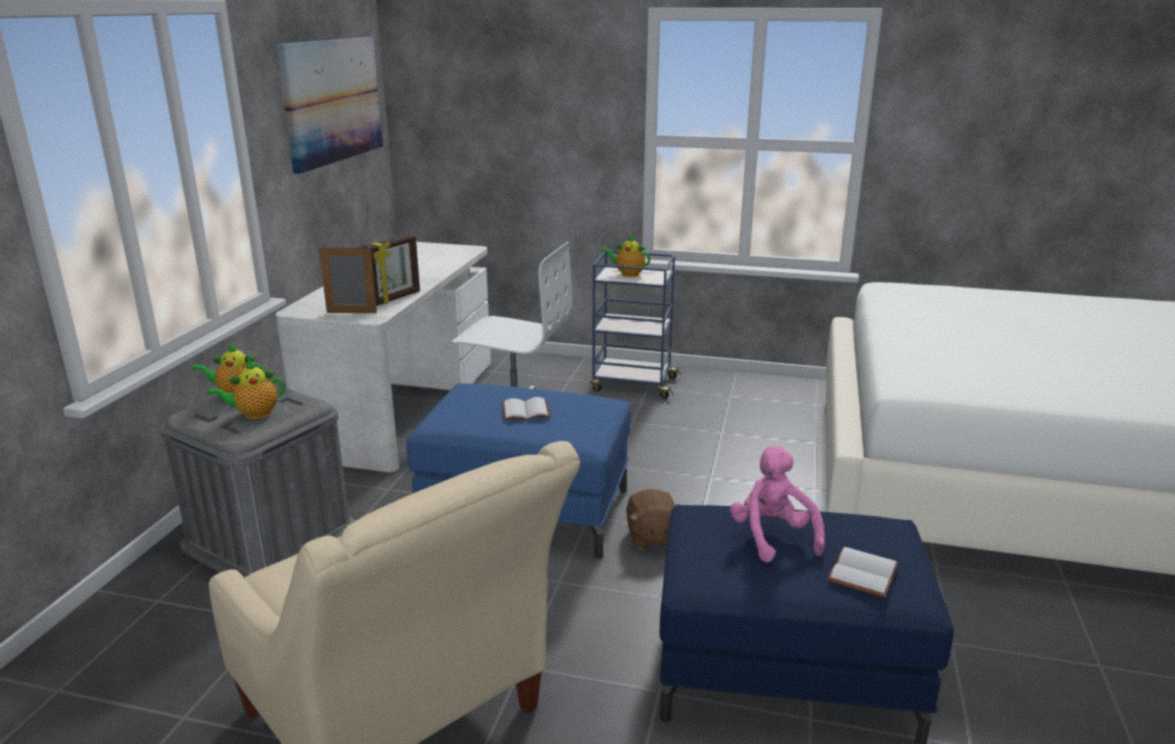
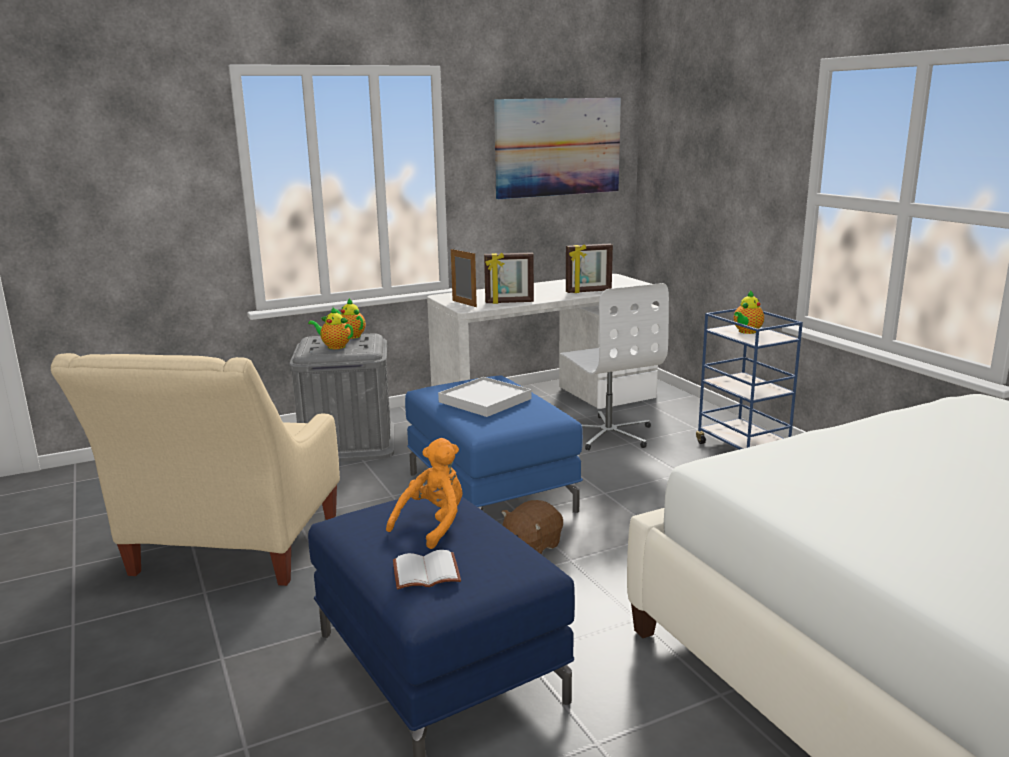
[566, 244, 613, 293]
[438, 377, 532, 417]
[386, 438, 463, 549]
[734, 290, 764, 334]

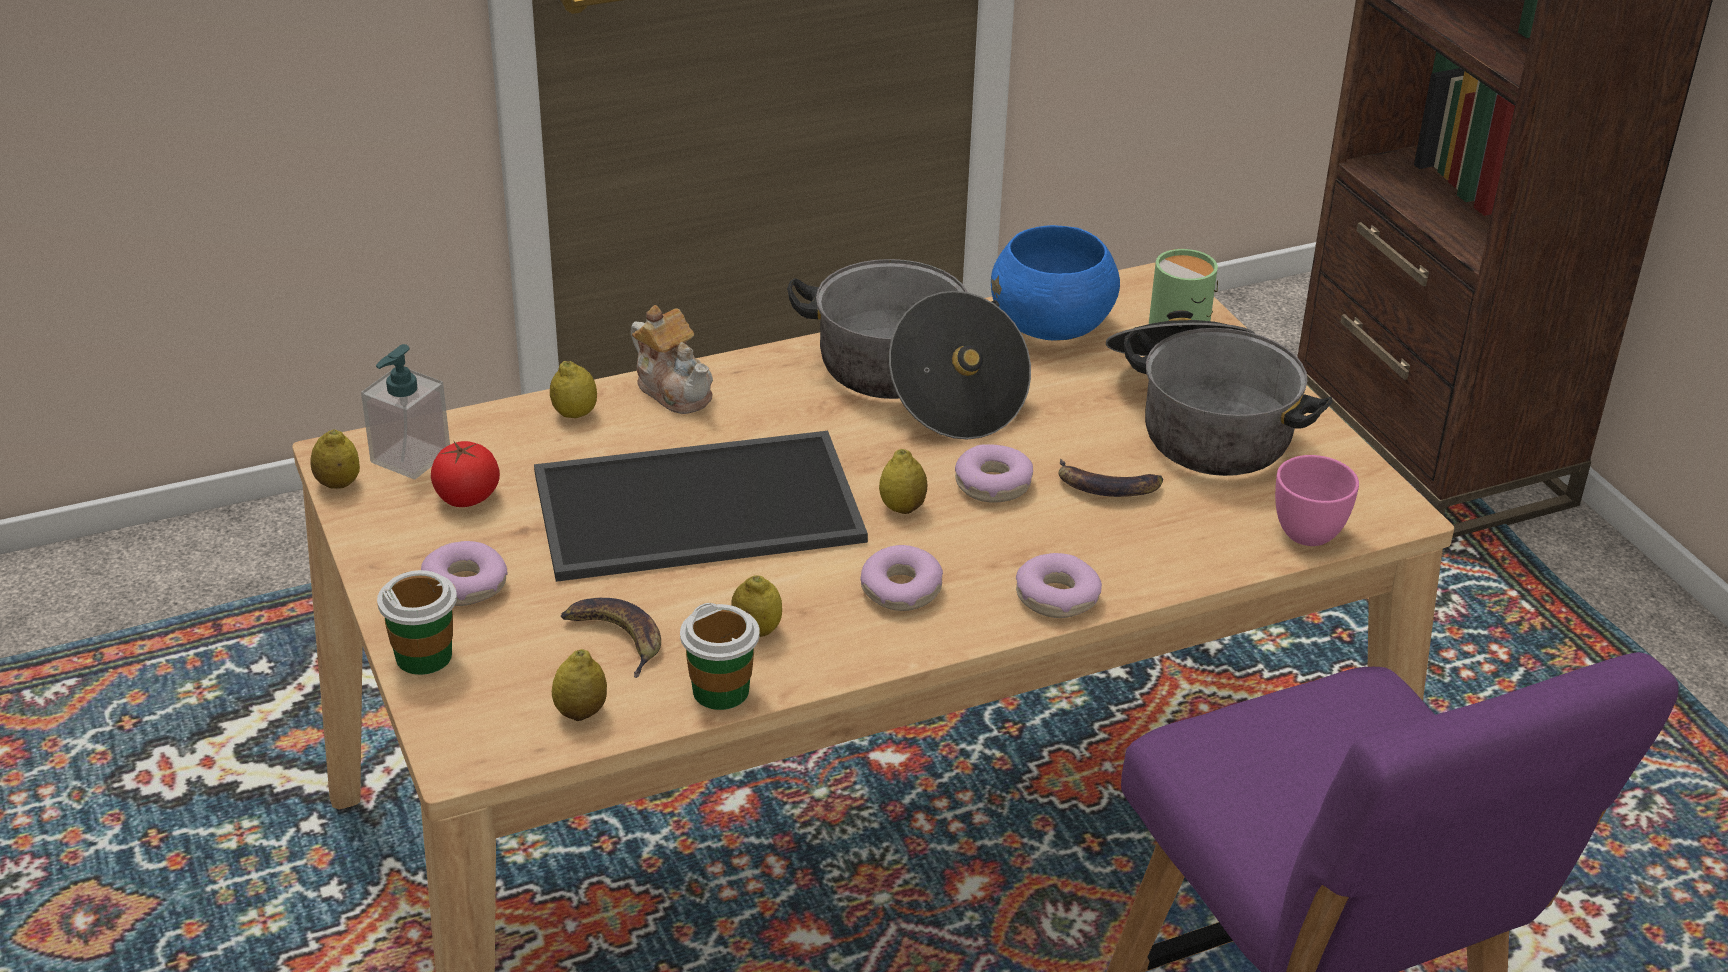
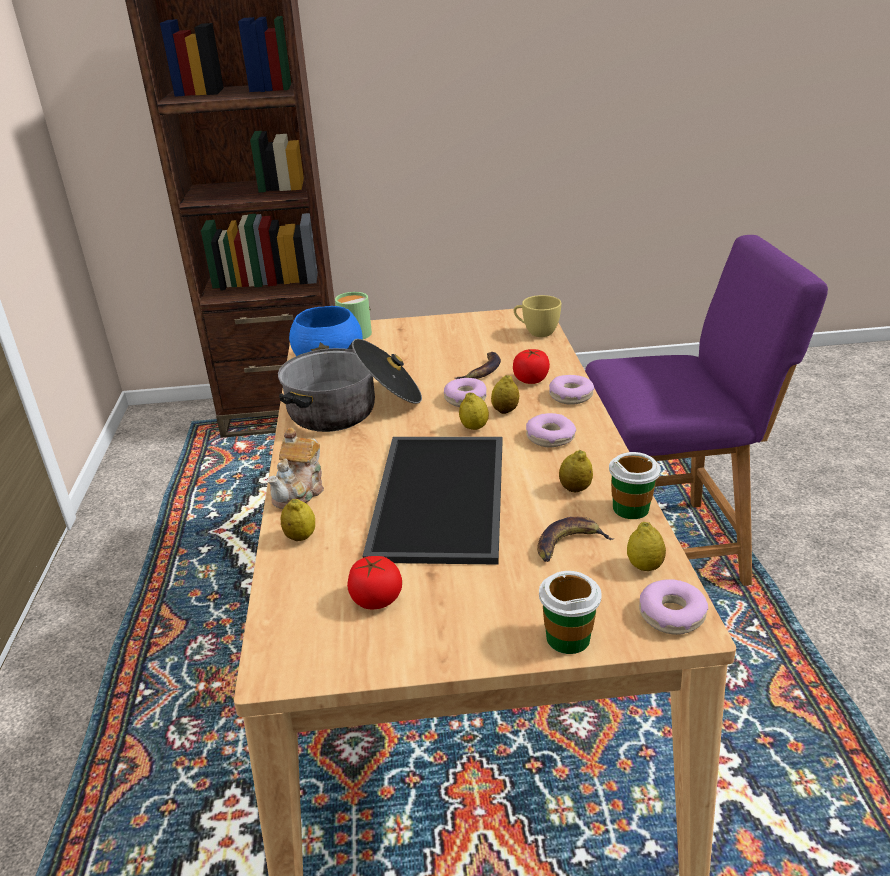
[361, 344, 450, 479] (first image)
[1106, 310, 1333, 476] (first image)
[513, 349, 550, 384]
[491, 375, 519, 414]
[639, 579, 708, 635]
[514, 295, 561, 337]
[267, 427, 324, 509]

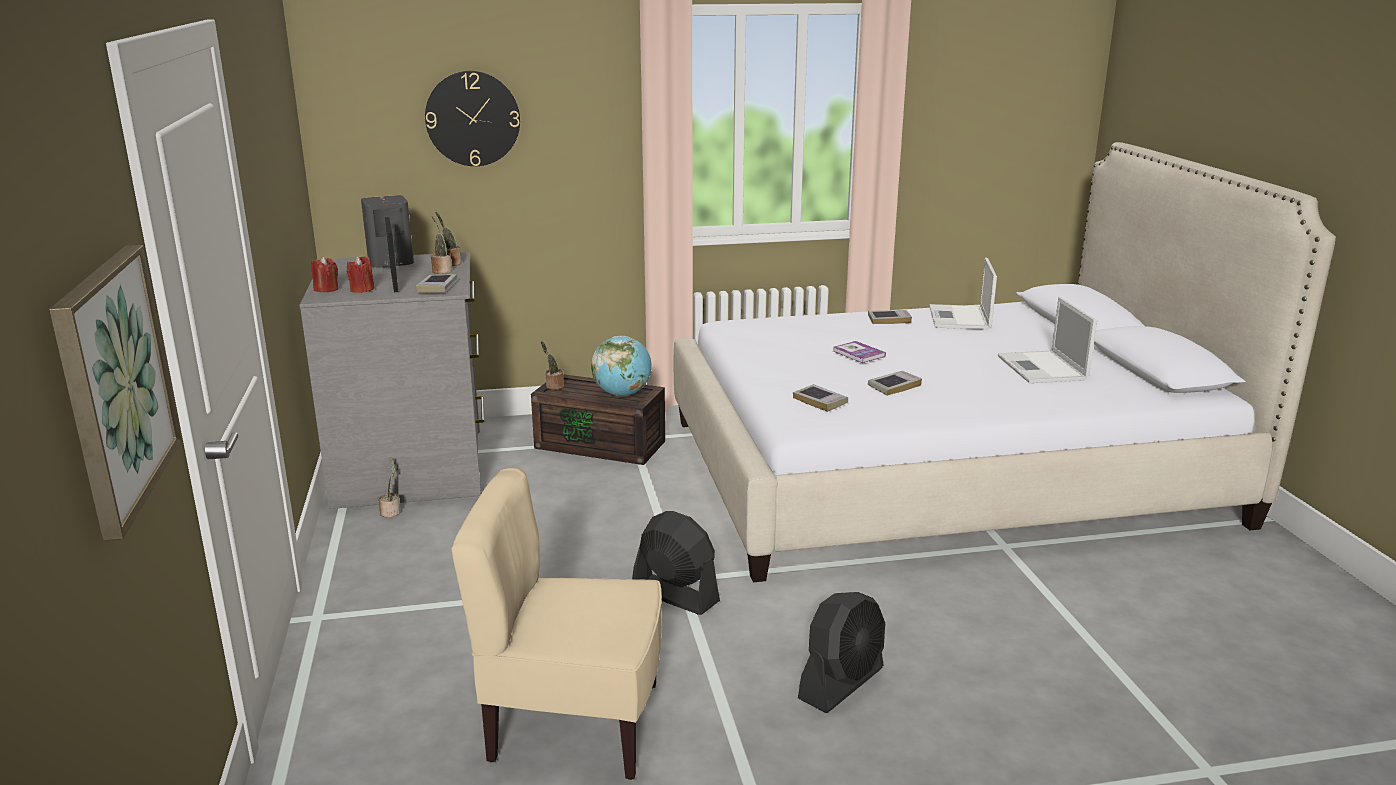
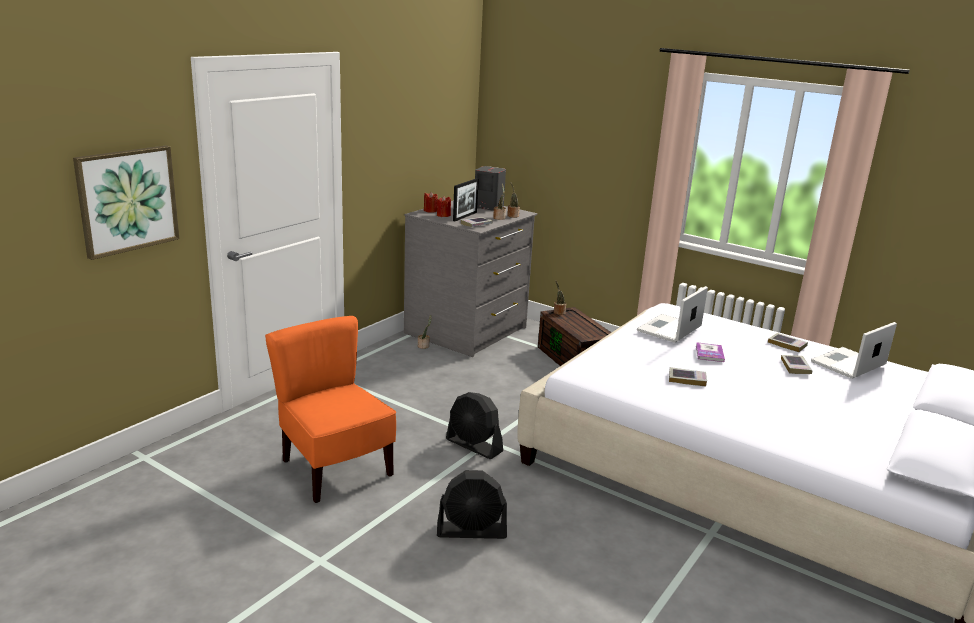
[425, 71, 520, 166] (first image)
[591, 336, 652, 397] (first image)
[781, 355, 812, 374]
[637, 286, 708, 343]
[265, 316, 396, 503]
[446, 392, 503, 459]

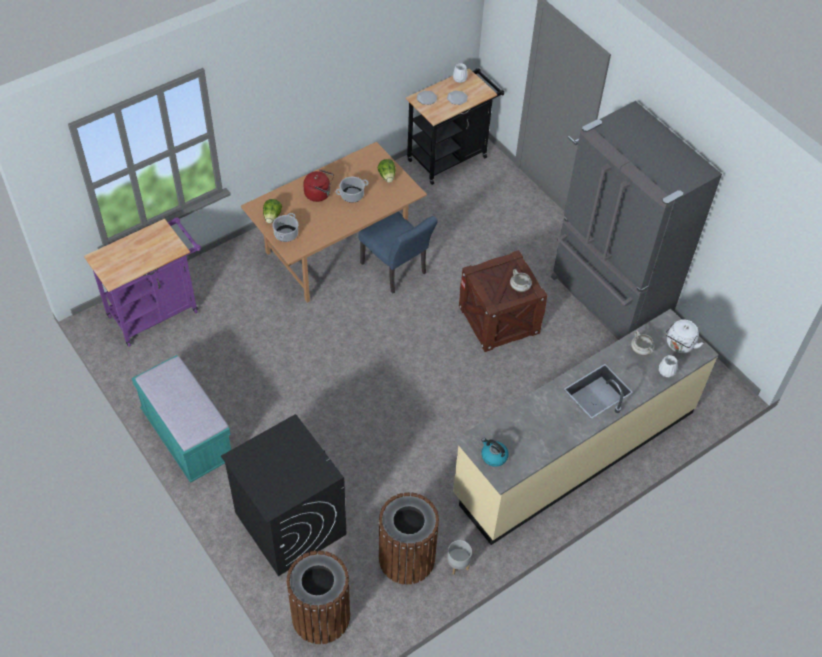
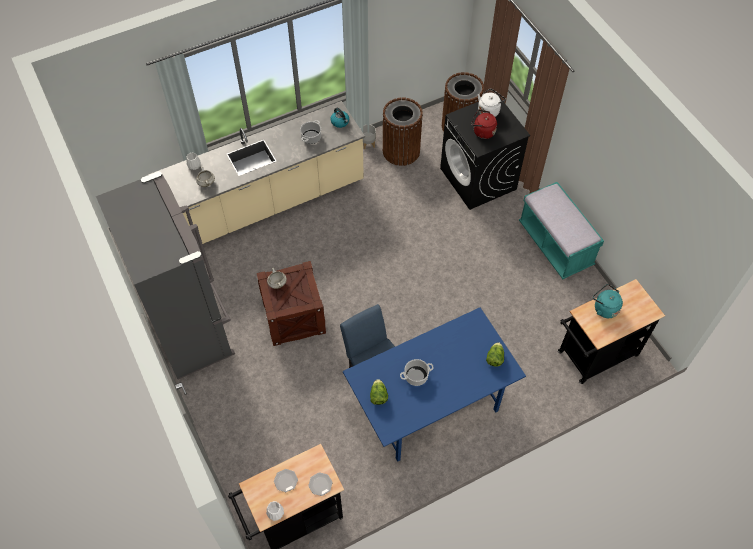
[593, 284, 623, 318]
[300, 120, 321, 144]
[471, 110, 497, 139]
[478, 88, 506, 117]
[557, 279, 665, 384]
[343, 307, 526, 462]

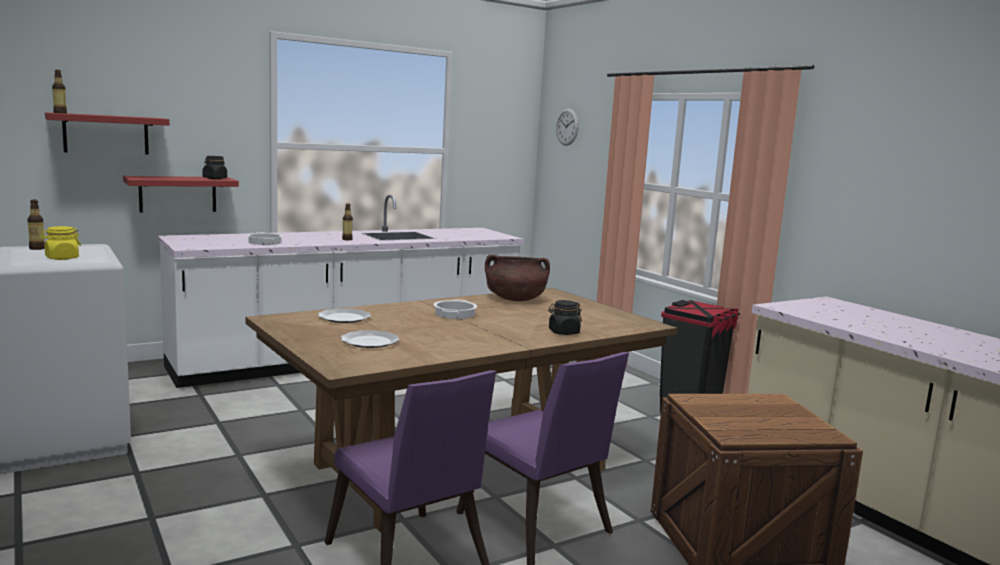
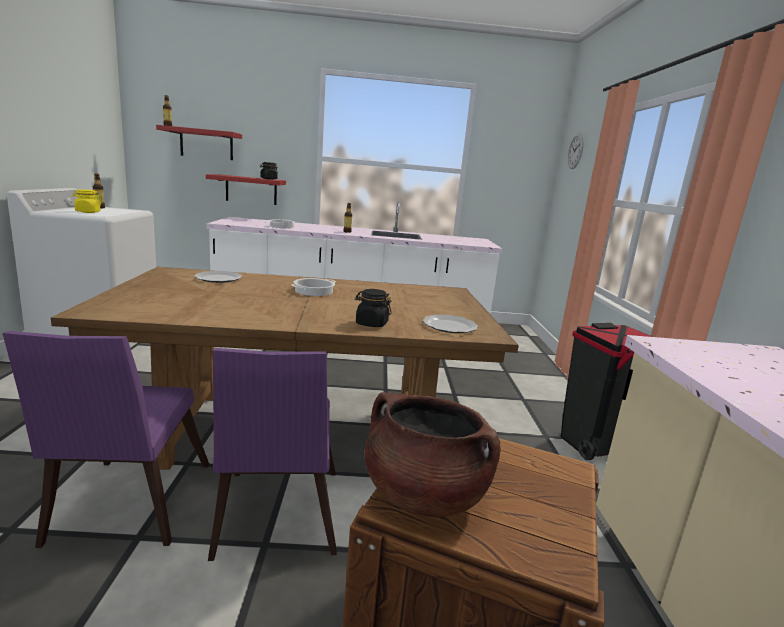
[423, 315, 478, 333]
[365, 392, 501, 517]

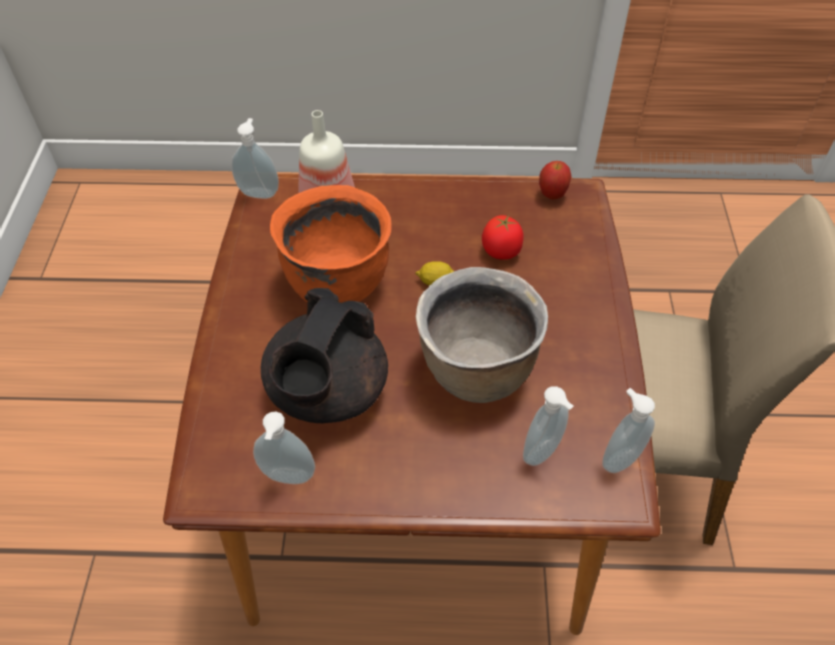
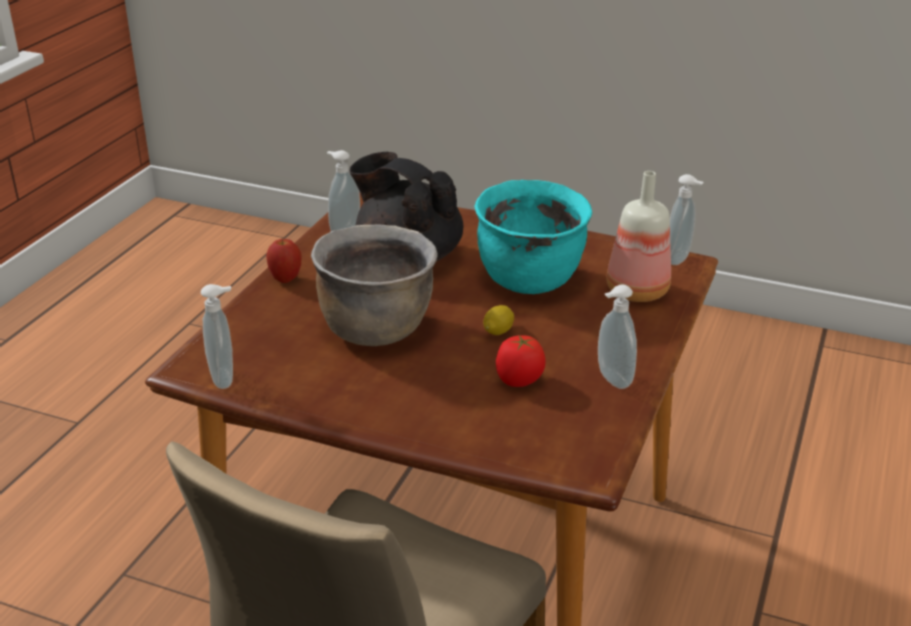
[598, 284, 637, 389]
[266, 239, 302, 283]
[474, 180, 592, 294]

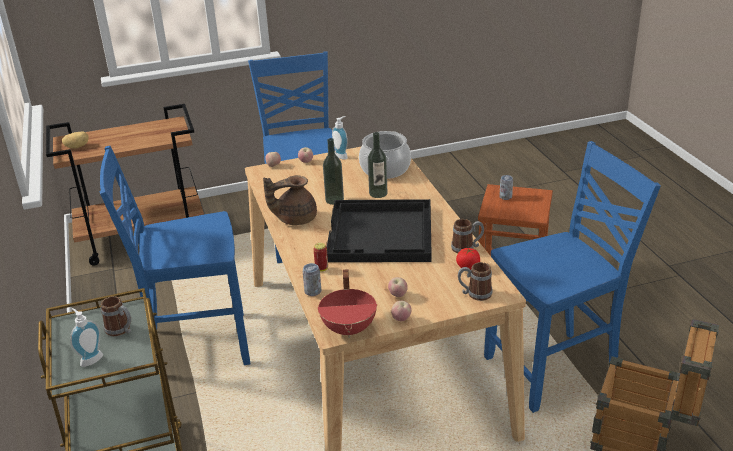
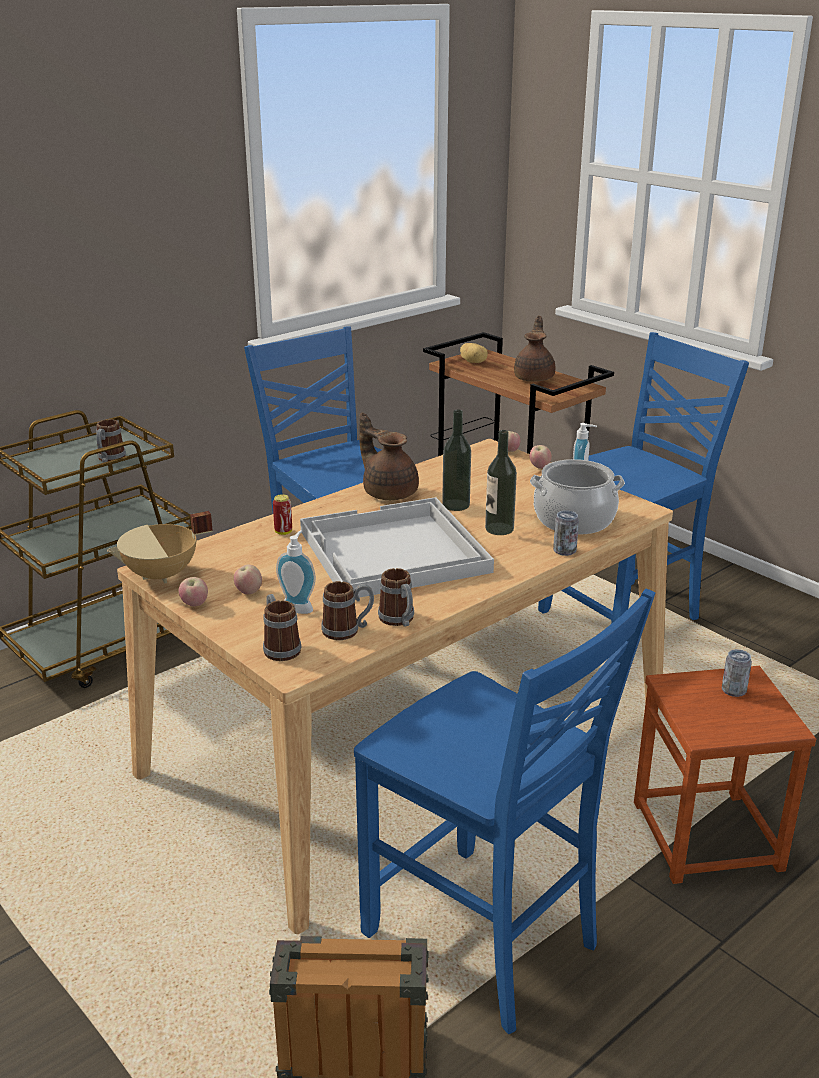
[514, 316, 555, 382]
[276, 530, 316, 614]
[553, 510, 579, 556]
[321, 581, 374, 640]
[107, 511, 213, 583]
[300, 497, 494, 598]

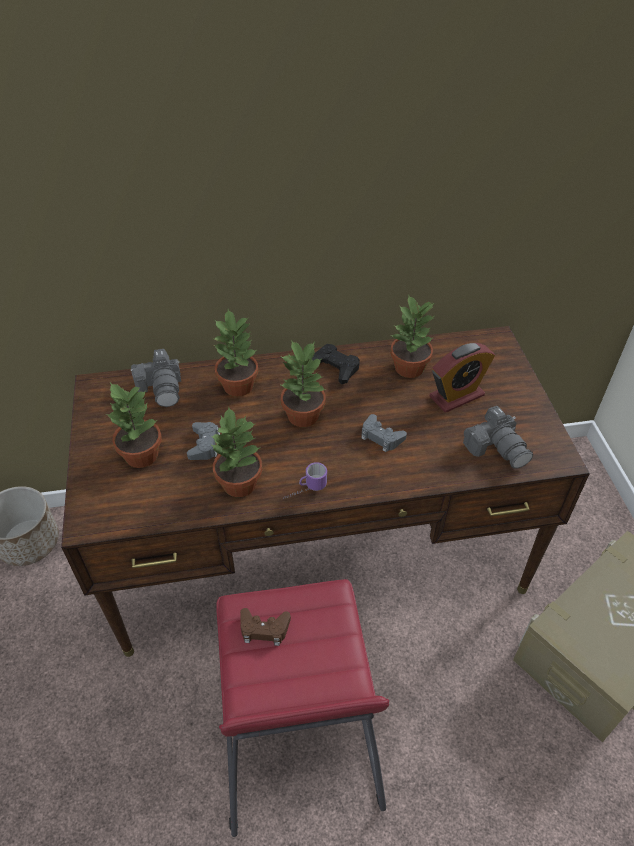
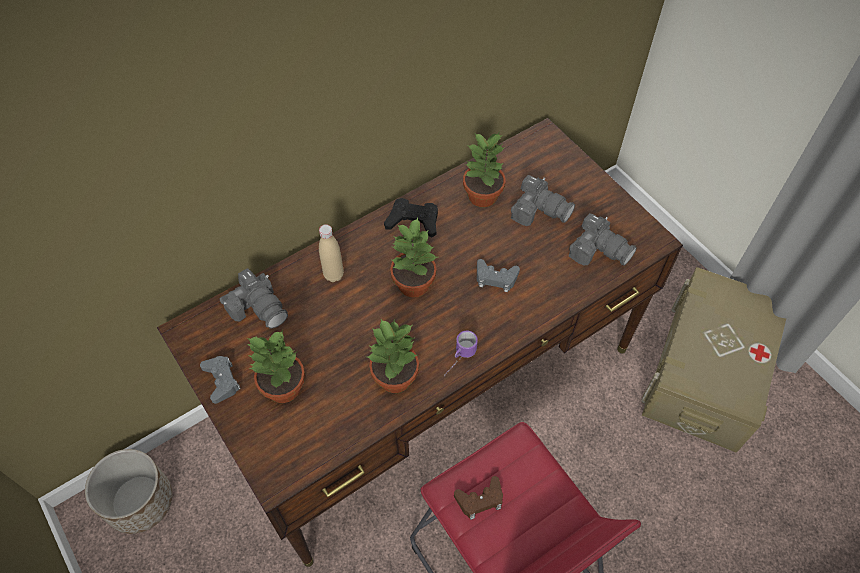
[200, 356, 241, 404]
[319, 224, 344, 282]
[511, 175, 575, 226]

